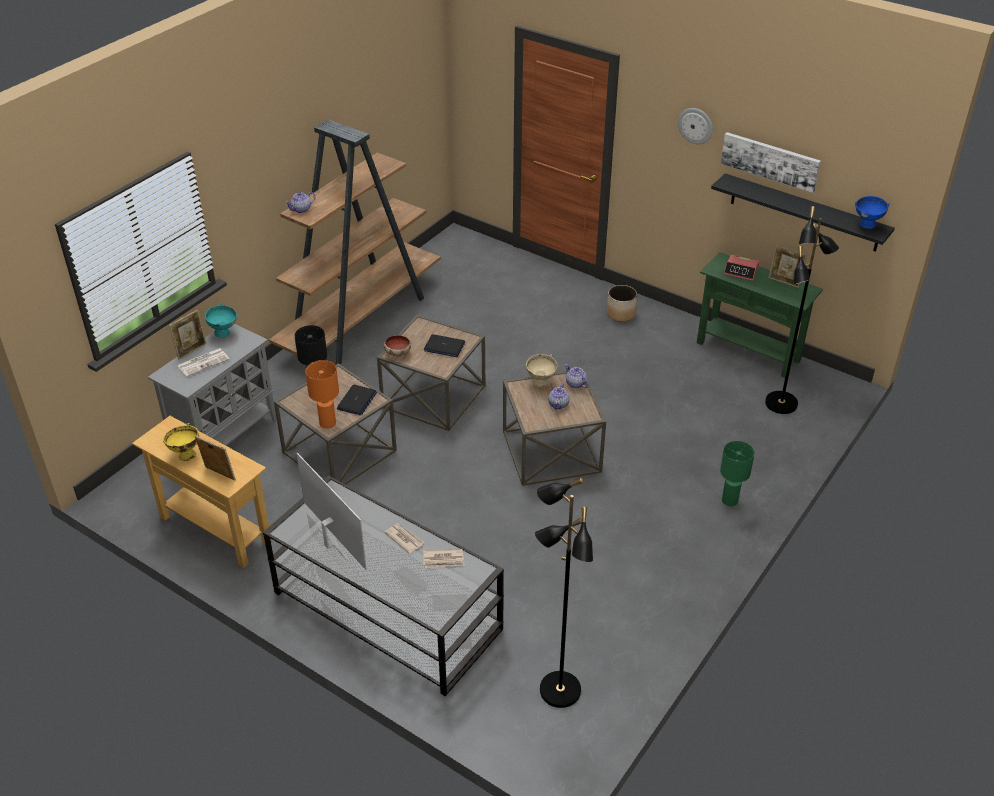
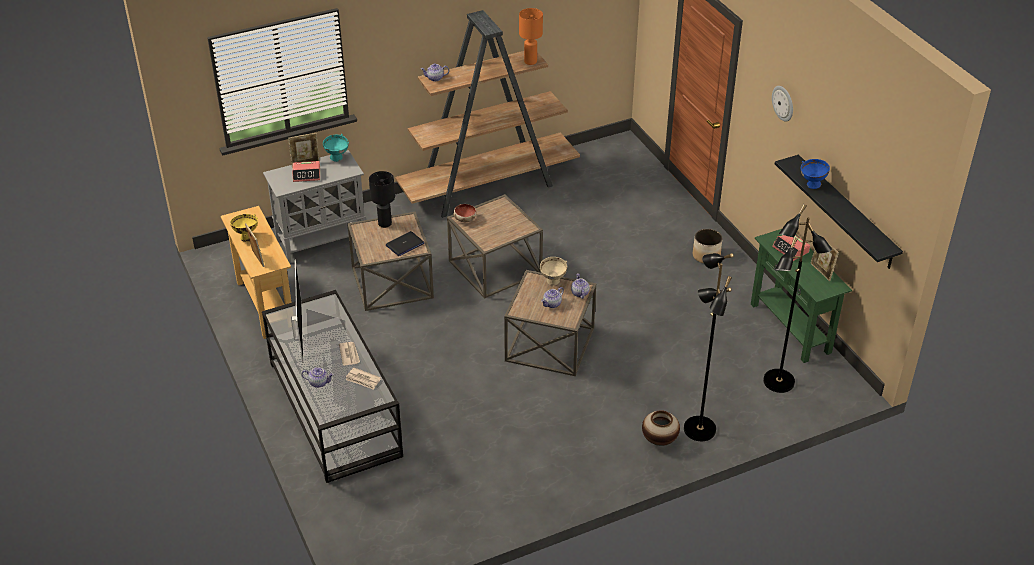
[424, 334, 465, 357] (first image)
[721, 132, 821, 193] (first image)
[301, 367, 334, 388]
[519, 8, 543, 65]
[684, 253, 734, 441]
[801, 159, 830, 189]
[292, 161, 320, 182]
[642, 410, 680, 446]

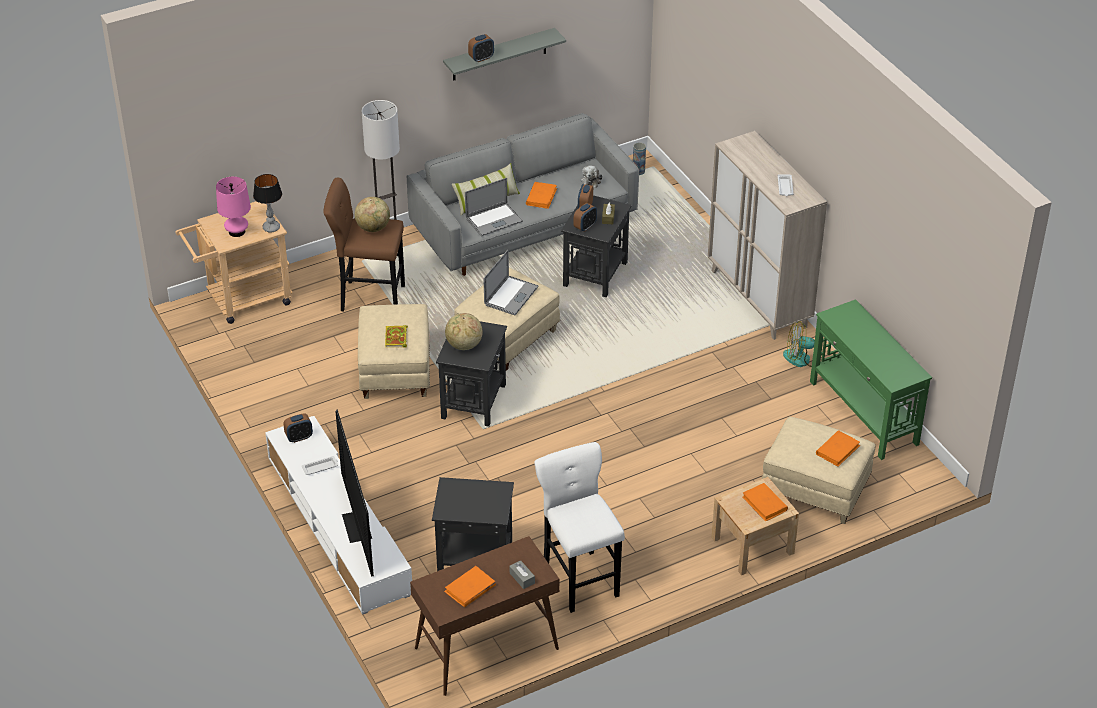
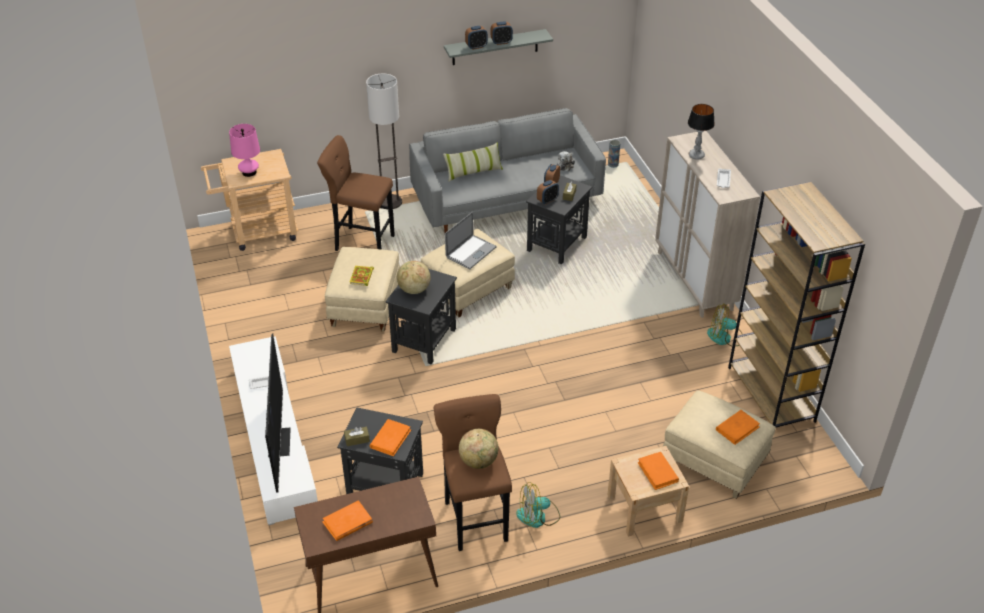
[465, 178, 523, 236] (first image)
[510, 560, 535, 589] (first image)
[344, 427, 370, 446]
[516, 482, 560, 528]
[688, 104, 715, 160]
[491, 22, 513, 45]
[459, 429, 499, 469]
[370, 419, 411, 456]
[728, 182, 865, 427]
[434, 394, 512, 551]

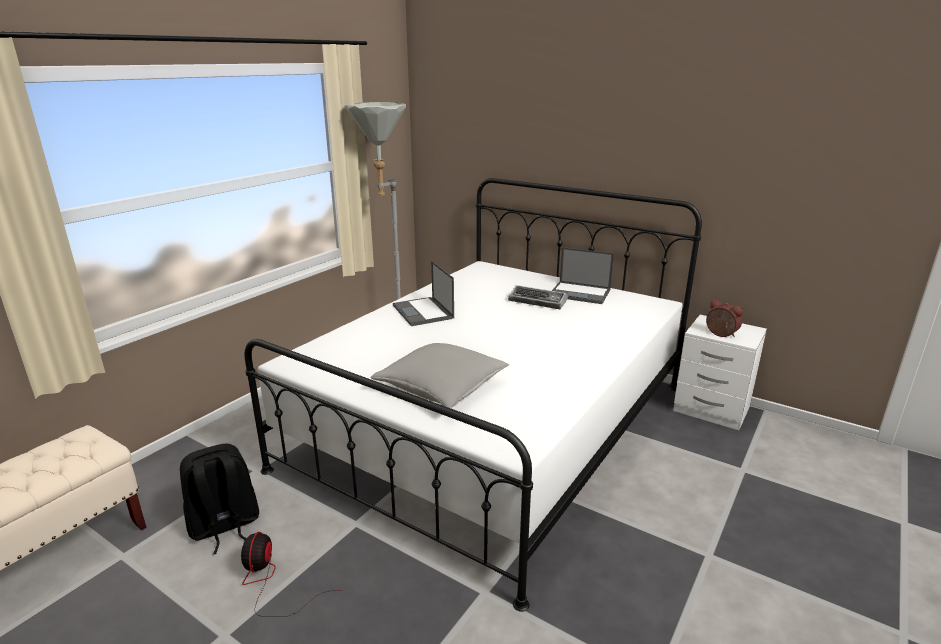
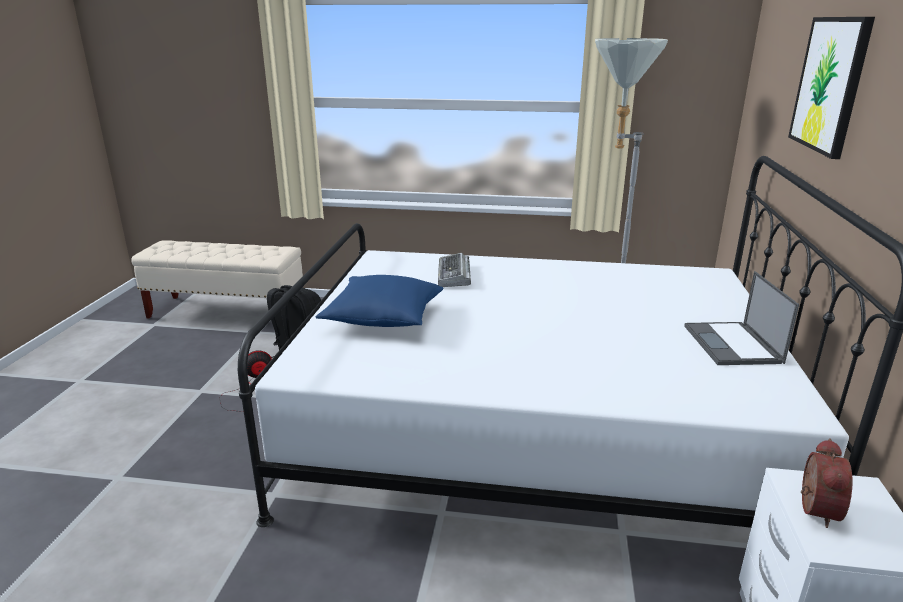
[393, 261, 454, 326] (first image)
[788, 17, 875, 159]
[438, 253, 471, 287]
[316, 275, 443, 327]

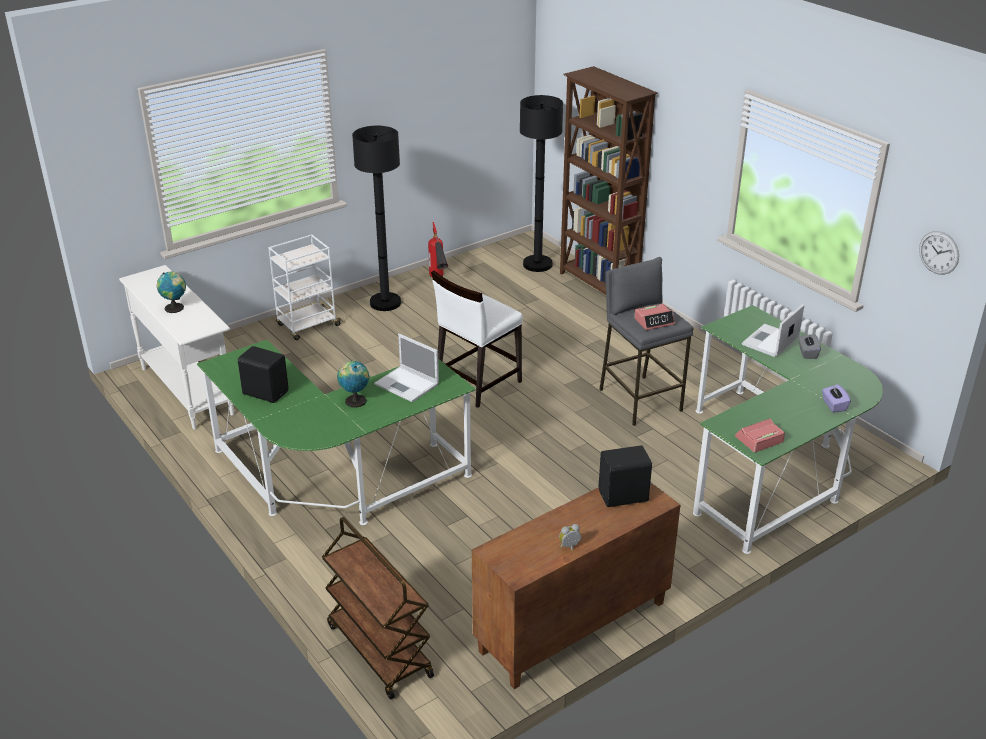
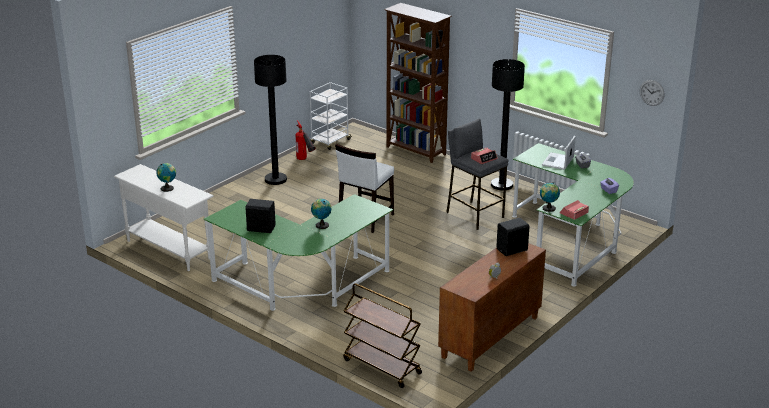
[374, 334, 439, 402] (first image)
[540, 182, 560, 212]
[310, 82, 352, 150]
[491, 59, 525, 190]

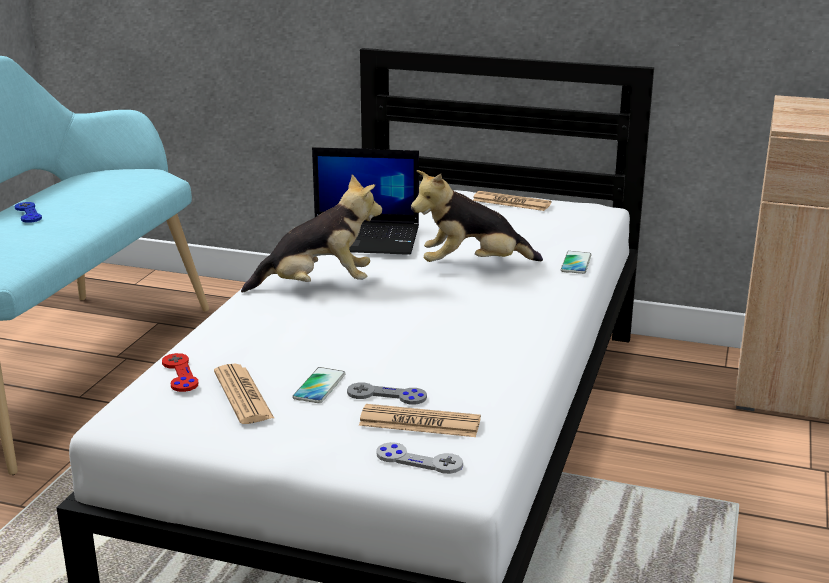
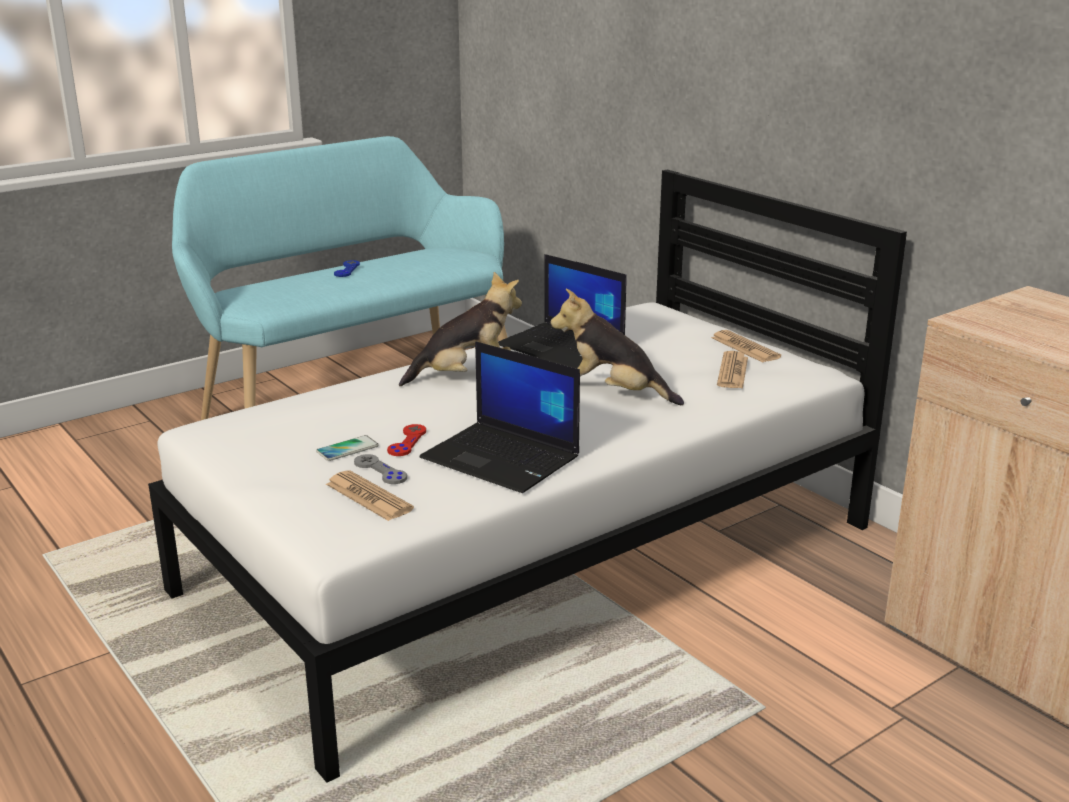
[376, 442, 463, 474] (first image)
[561, 251, 592, 274] (first image)
[419, 341, 580, 493]
[387, 424, 426, 456]
[717, 351, 748, 389]
[399, 272, 522, 386]

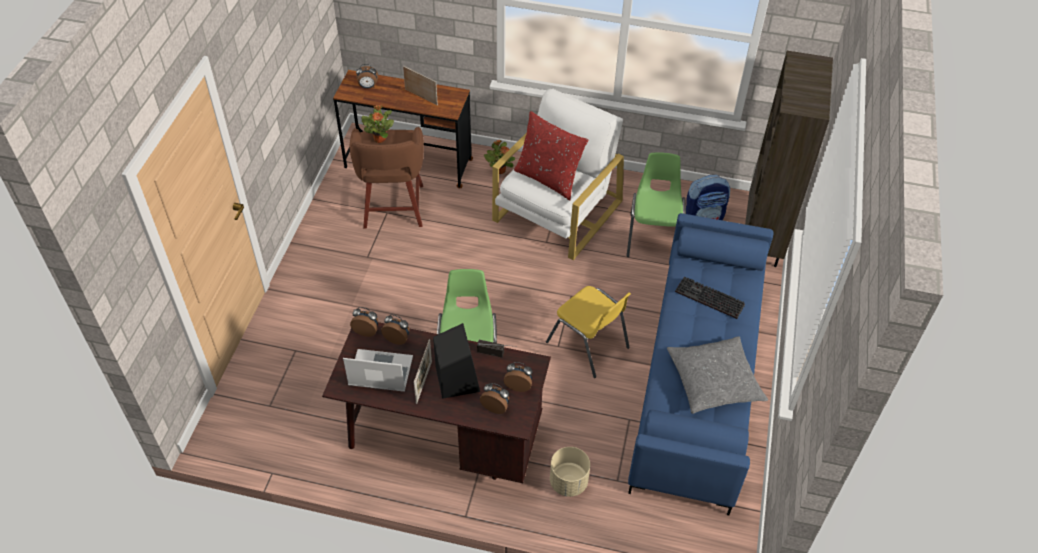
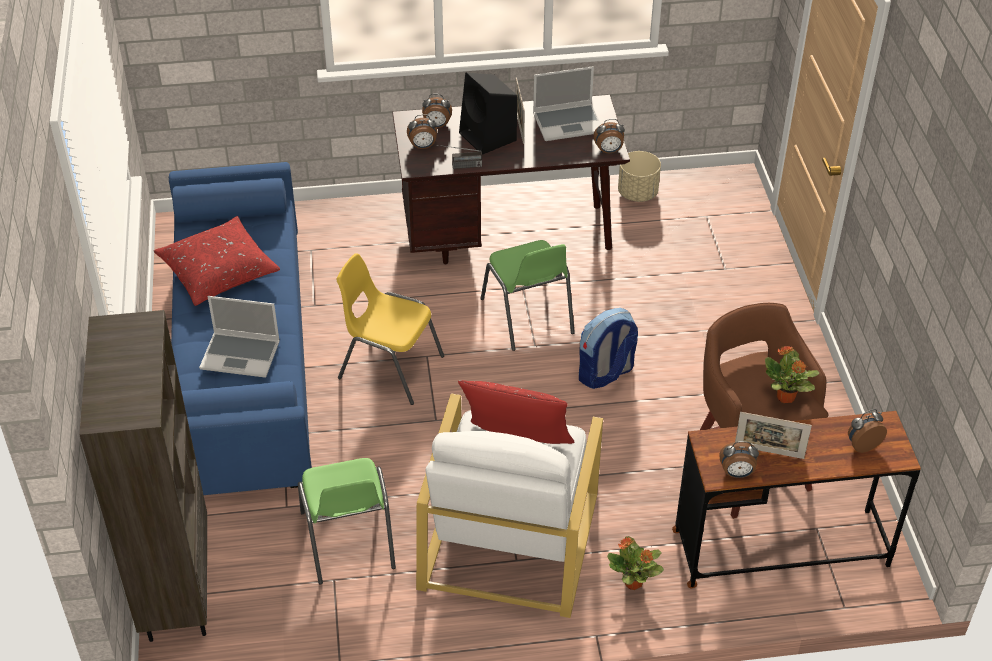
[719, 441, 759, 478]
[618, 151, 661, 202]
[579, 308, 638, 389]
[199, 296, 280, 377]
[154, 216, 280, 306]

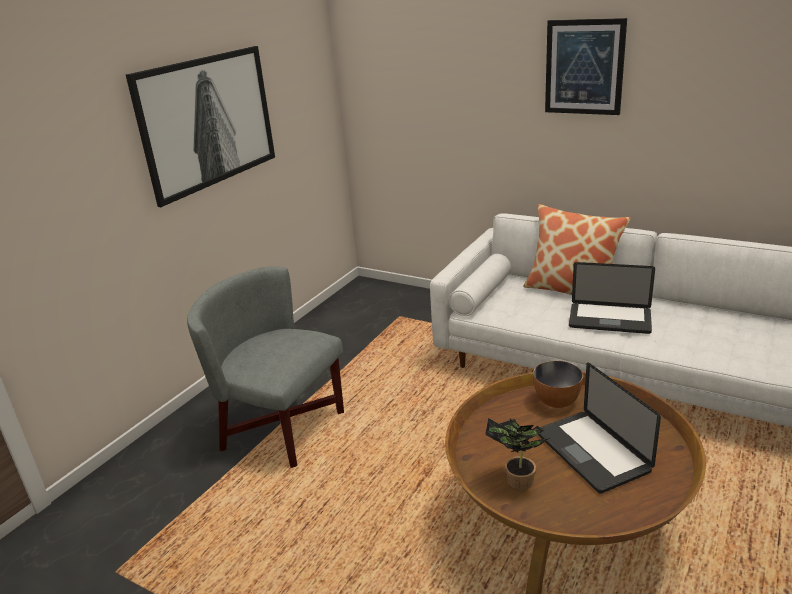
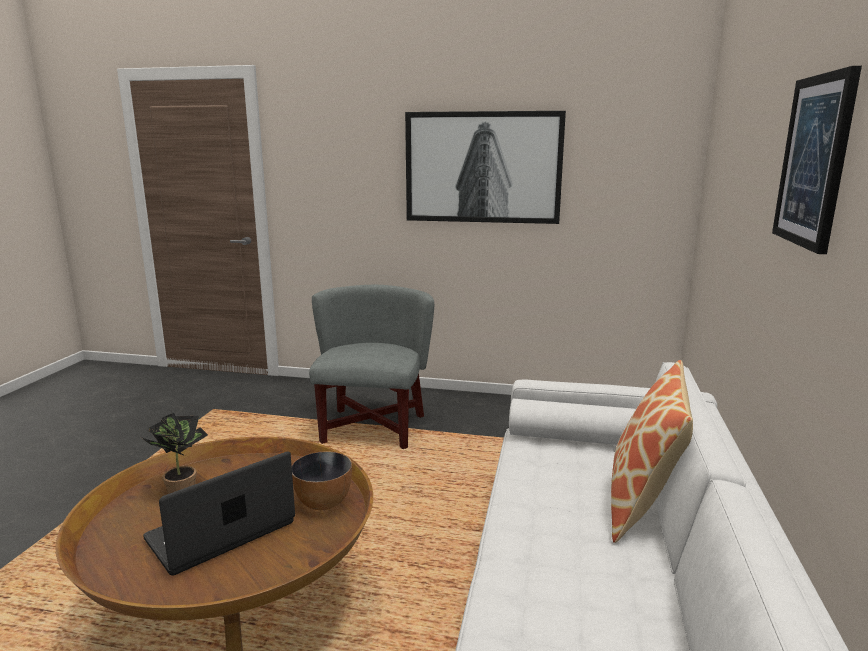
[569, 262, 655, 334] (first image)

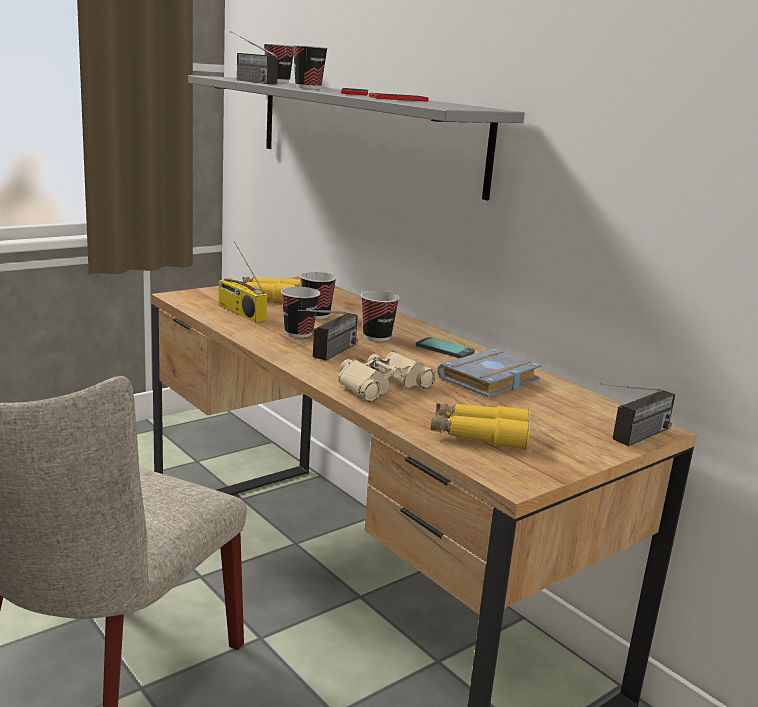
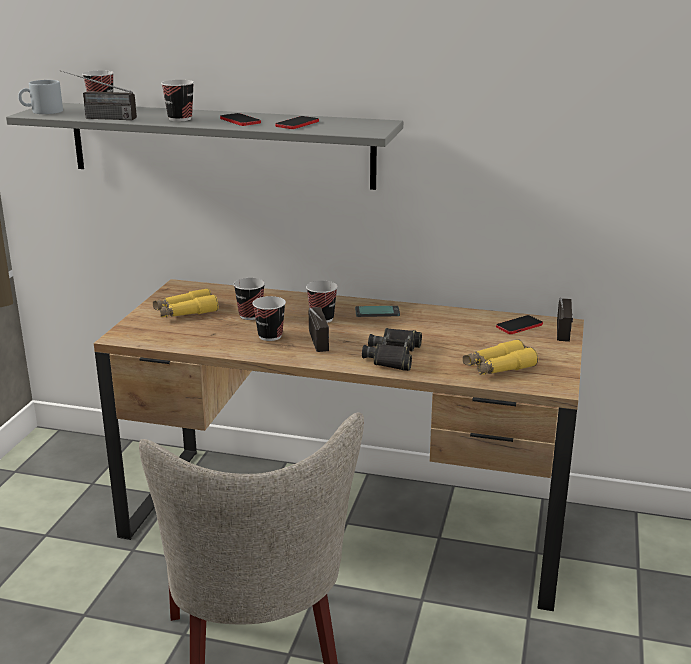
[219, 241, 267, 323] (first image)
[437, 348, 542, 397] (first image)
[18, 80, 63, 114]
[496, 315, 543, 334]
[362, 328, 422, 371]

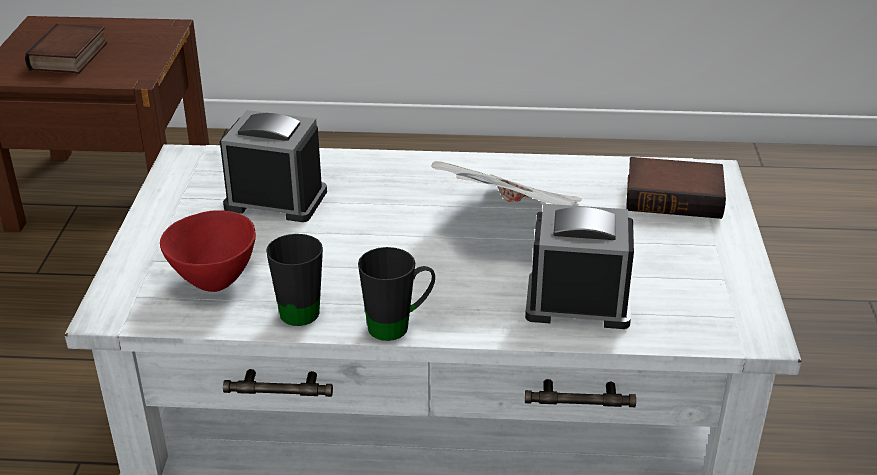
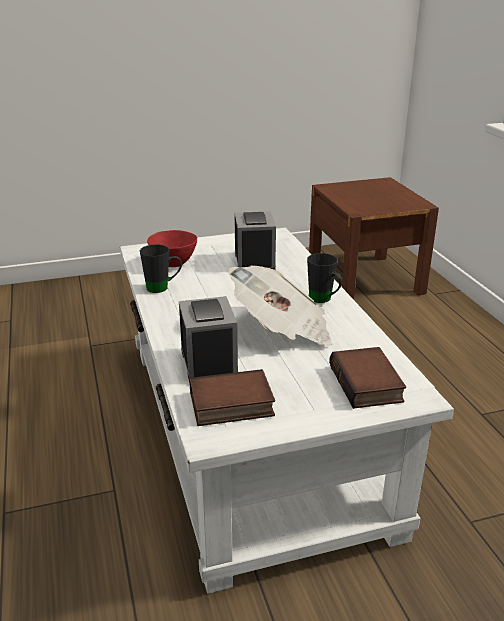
[189, 369, 275, 426]
[307, 253, 342, 303]

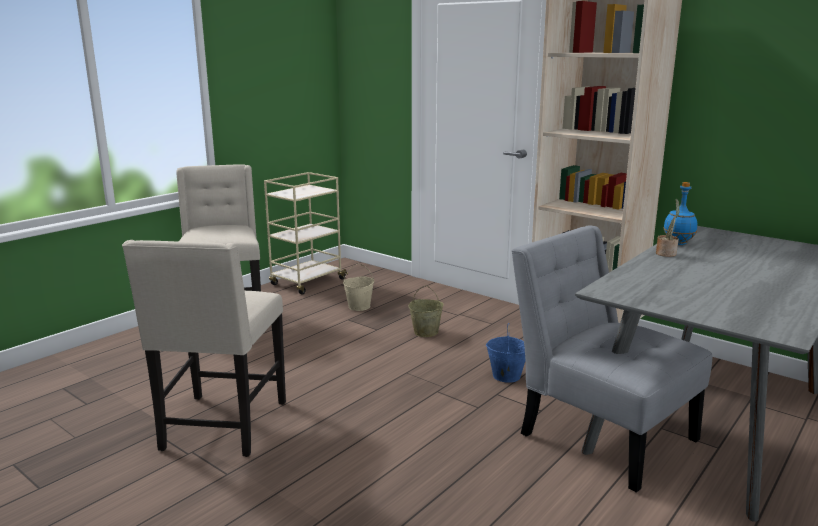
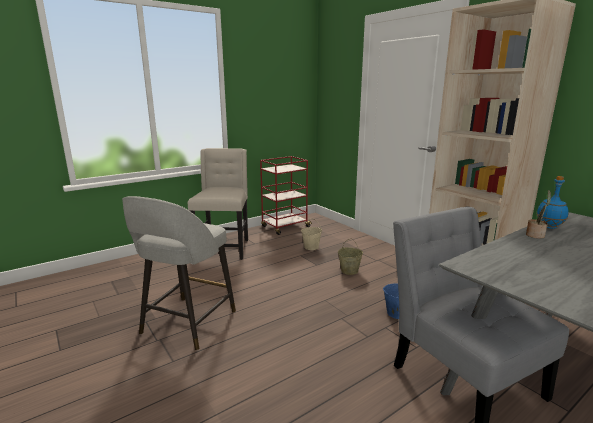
[122, 196, 236, 350]
[260, 156, 312, 235]

